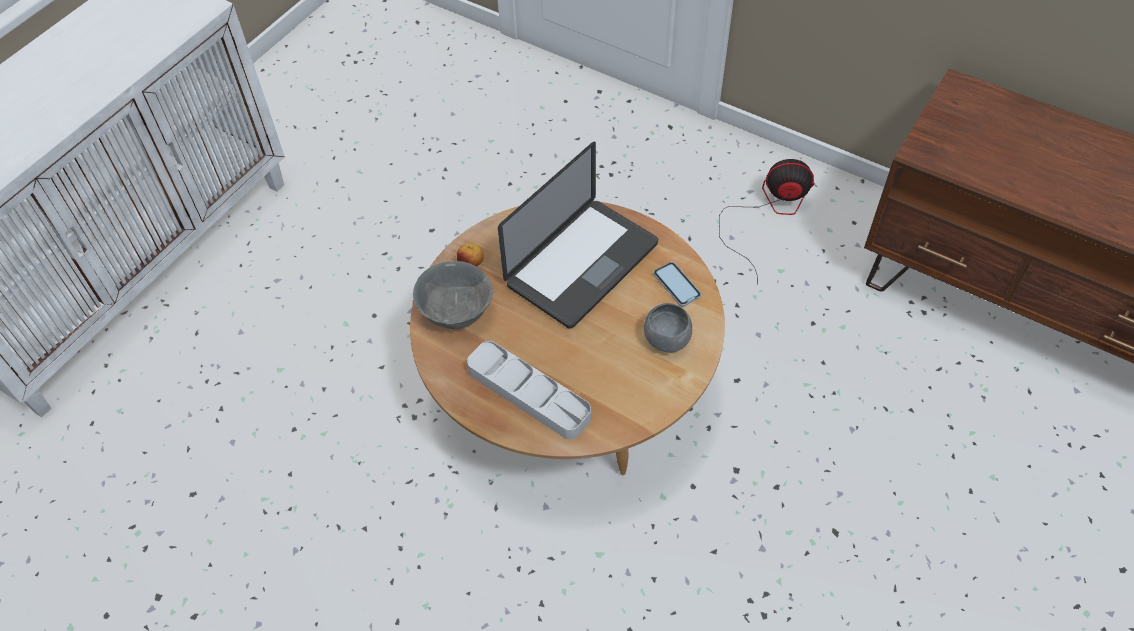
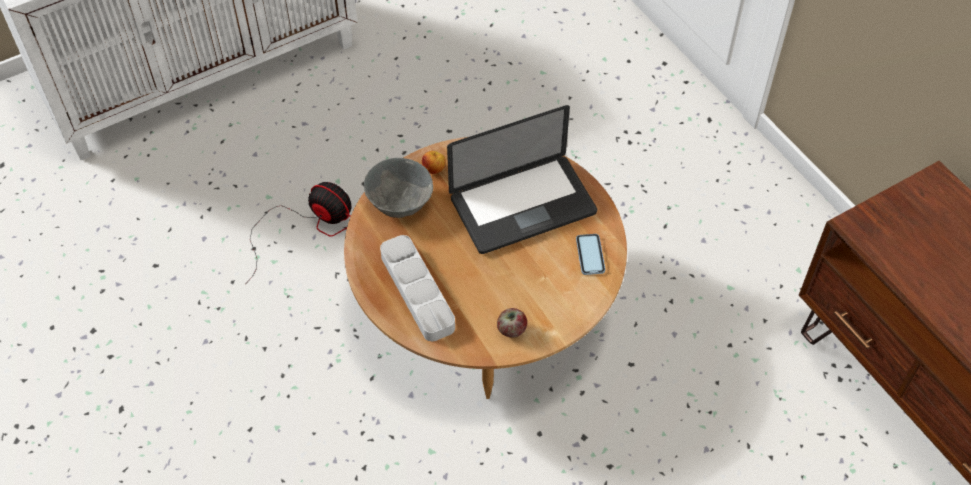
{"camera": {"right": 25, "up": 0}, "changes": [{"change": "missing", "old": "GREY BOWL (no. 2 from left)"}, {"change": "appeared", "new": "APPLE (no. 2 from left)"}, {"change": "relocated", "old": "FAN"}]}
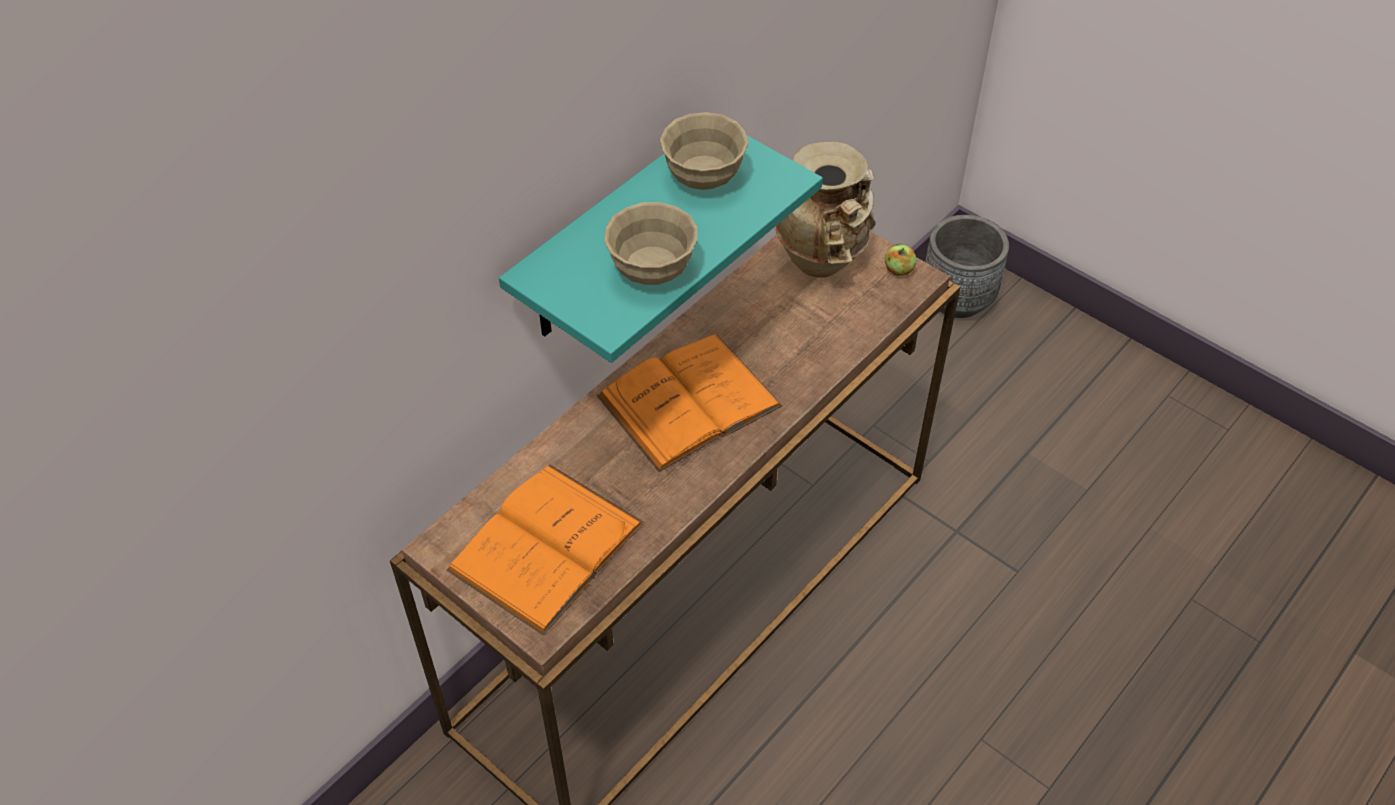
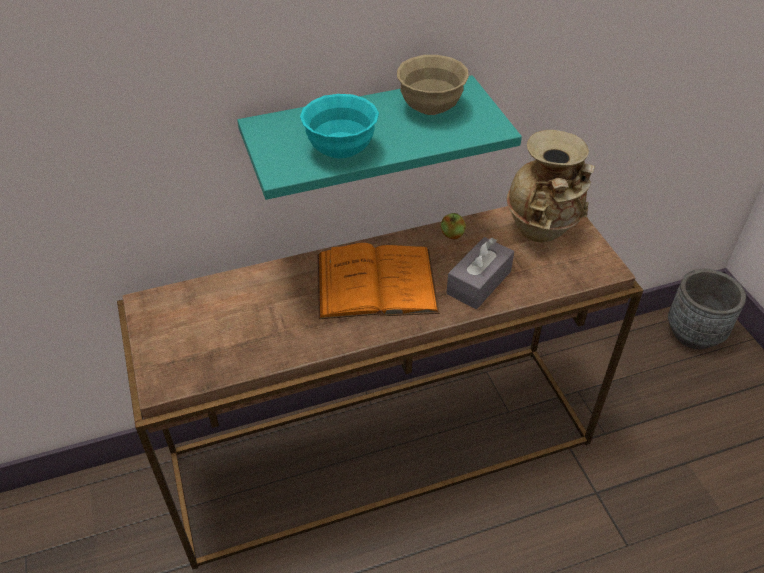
{"camera": {"right": 30, "up": -5}, "changes": [{"change": "missing", "old": "ORANGE BOOK (no. 1 from left)"}, {"change": "appeared", "new": "GREY TISSUE BOX"}, {"change": "relocated", "old": "APPLE"}, {"change": "colour", "old": "BEIGE BOWL (no. 1 from left)", "new": "TURQUOISE BOWL"}]}
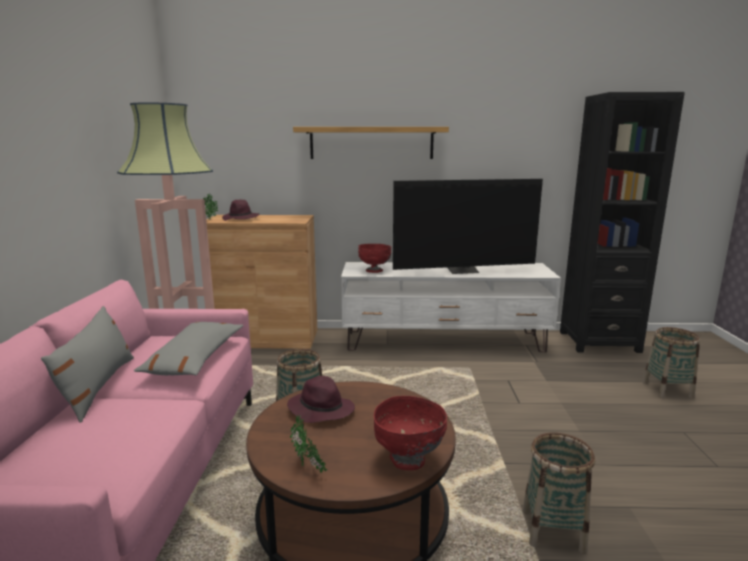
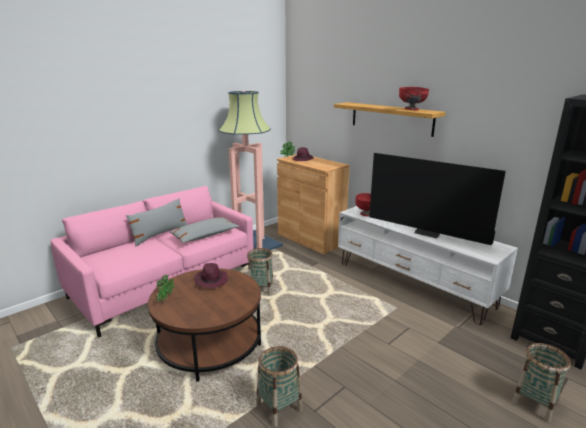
{"camera": {"right": 45, "up": 5}, "changes": [{"change": "relocated", "old": "RED BOWL (no. 2 from left)"}]}
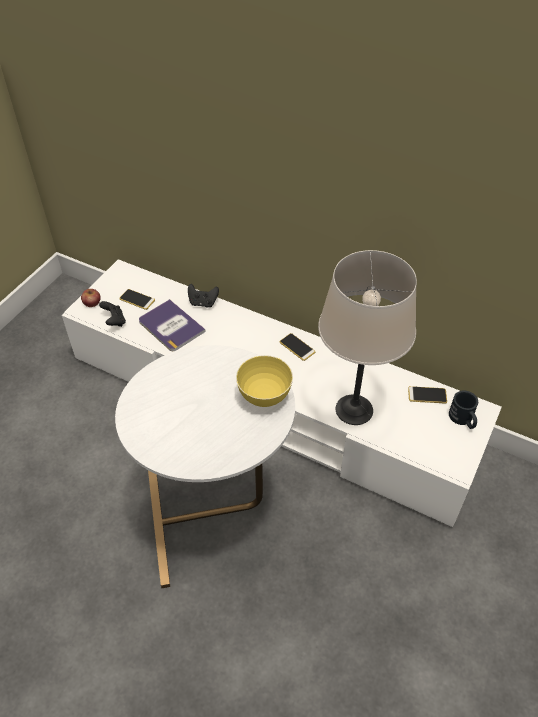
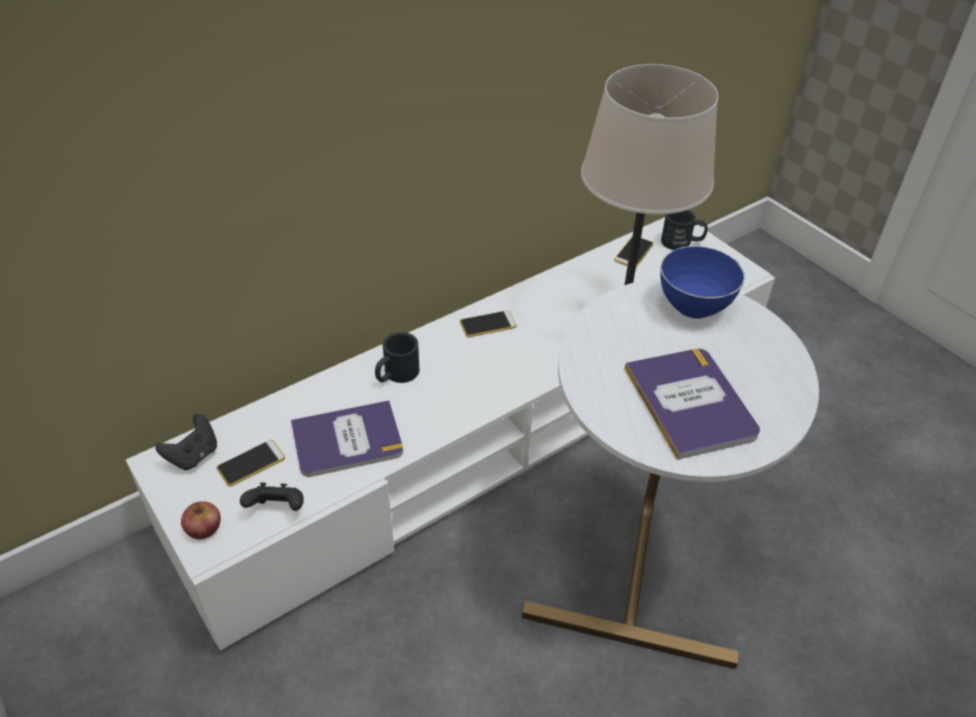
{"camera": {"right": -65, "up": -5}, "changes": [{"change": "appeared", "new": "BLACK MUG (no. 1 from left)"}, {"change": "appeared", "new": "BOOK (no. 2 from left)"}, {"change": "relocated", "old": "BLACK GAME CONTROLLER (no. 2 from left in the first image)", "new": "BLACK GAME CONTROLLER (no. 1 from left)"}, {"change": "colour", "old": "YELLOW BOWL", "new": "BLUE BOWL"}]}
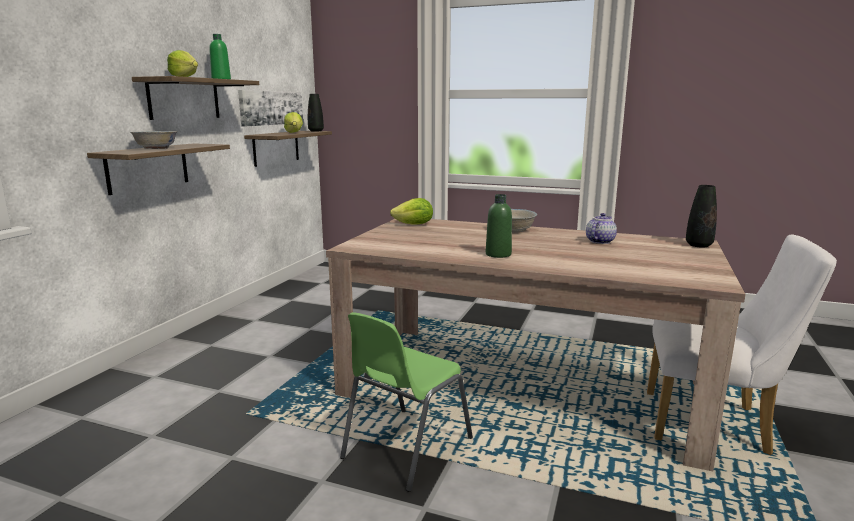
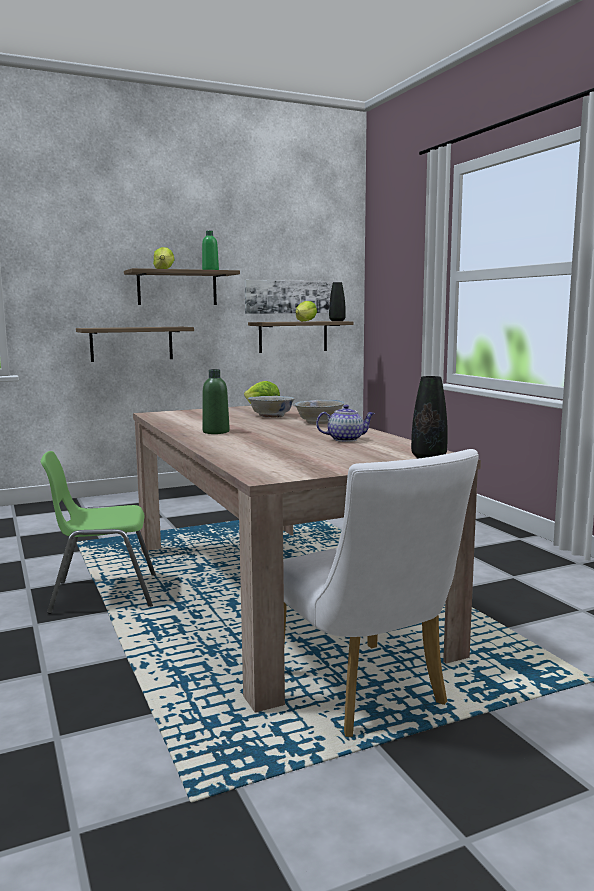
{"camera": {"right": 45, "up": -5}, "changes": [{"change": "relocated", "old": "WHITE BOWL (no. 1 from left)"}]}
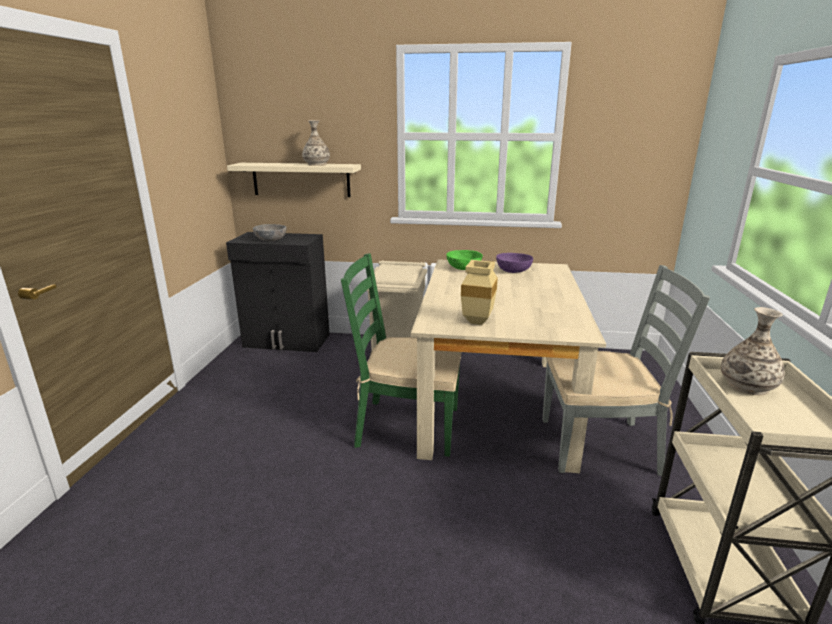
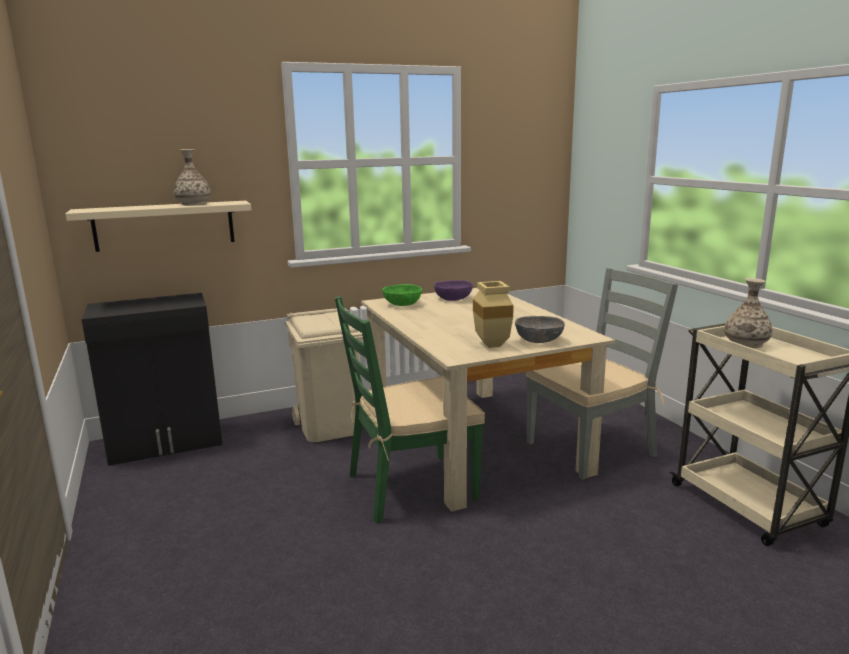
{"camera": {"right": -30, "up": -5}, "changes": [{"change": "relocated", "old": "GREY BOWL"}]}
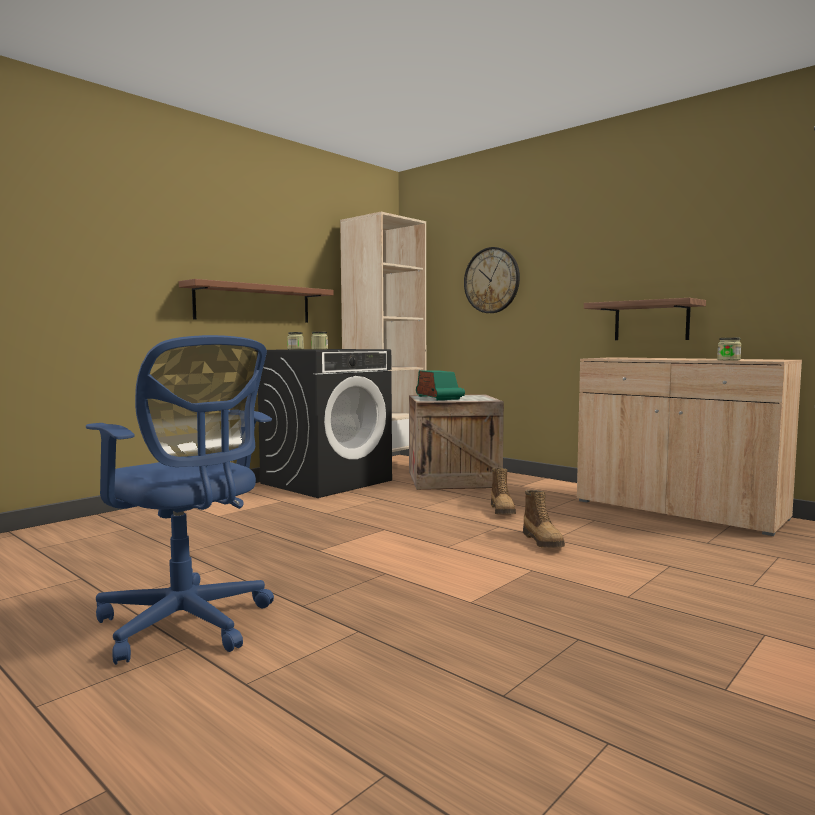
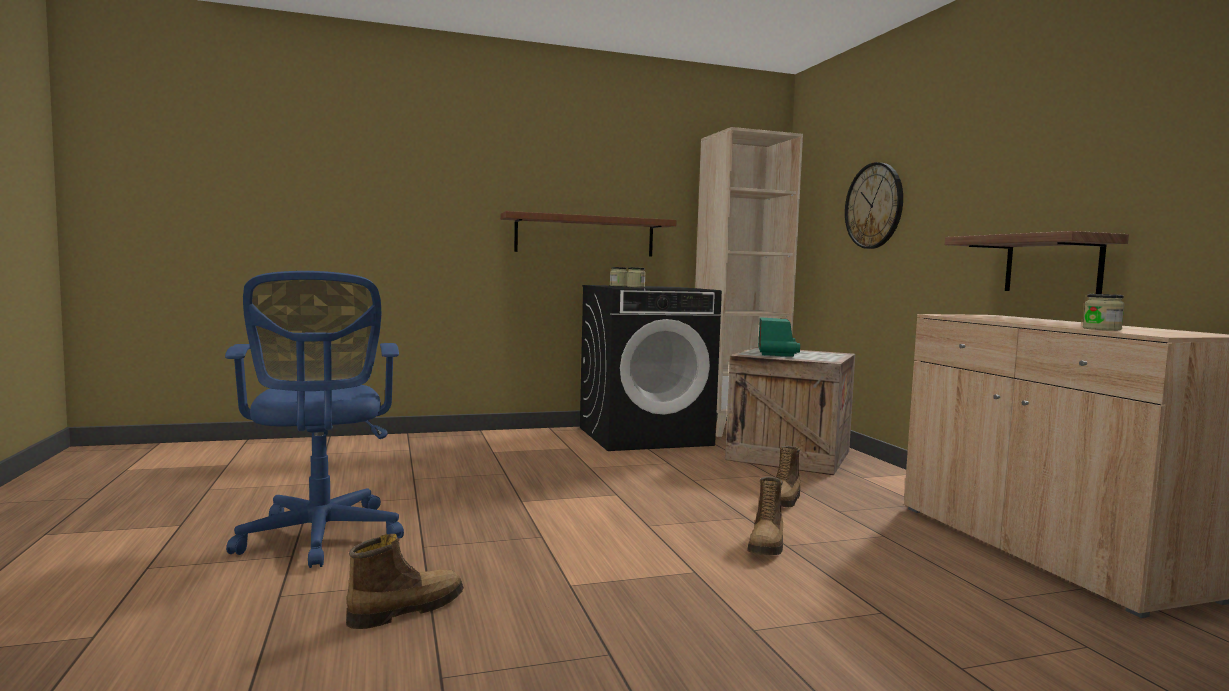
{"camera": {"right": 30, "up": 0}, "changes": [{"change": "appeared", "new": "BOOT (no. 1 from left)"}]}
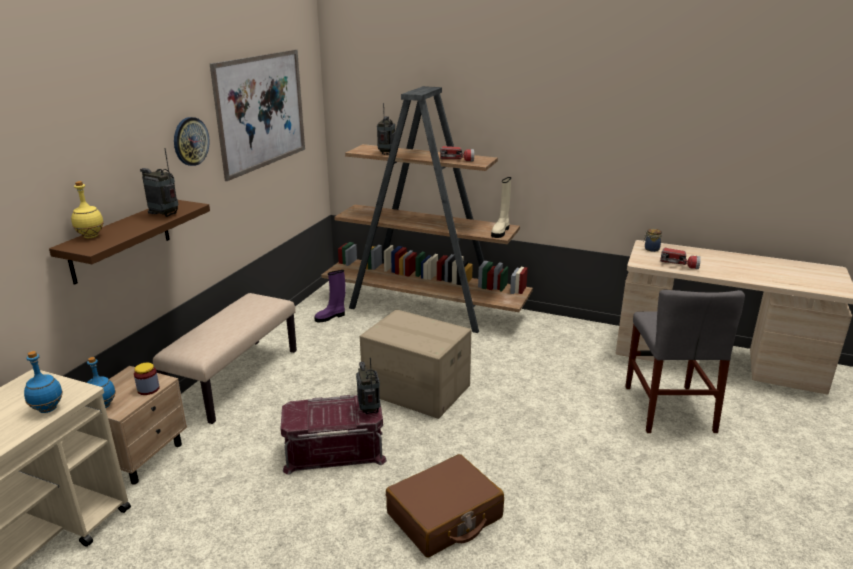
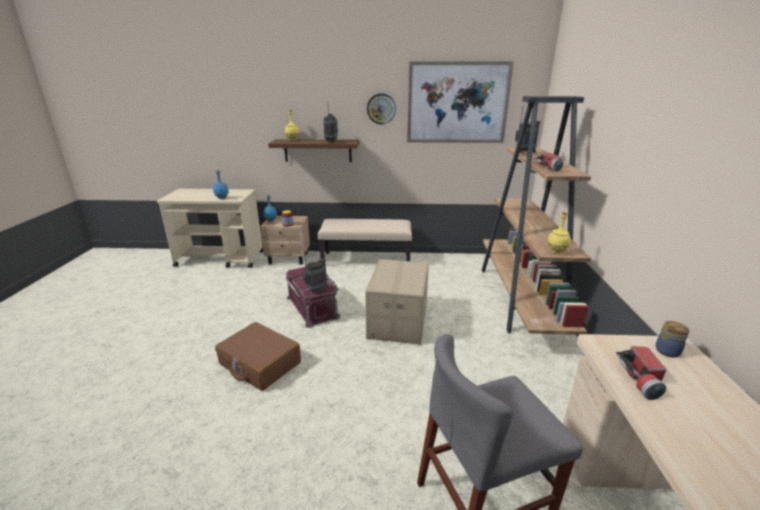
{"camera": {"right": 70, "up": 0}, "changes": [{"change": "missing", "old": "PURPLE BOOT"}, {"change": "exchanged", "old": "BEIGE BOOT", "new": "YELLOW BOTTLE (no. 2 from left)"}]}
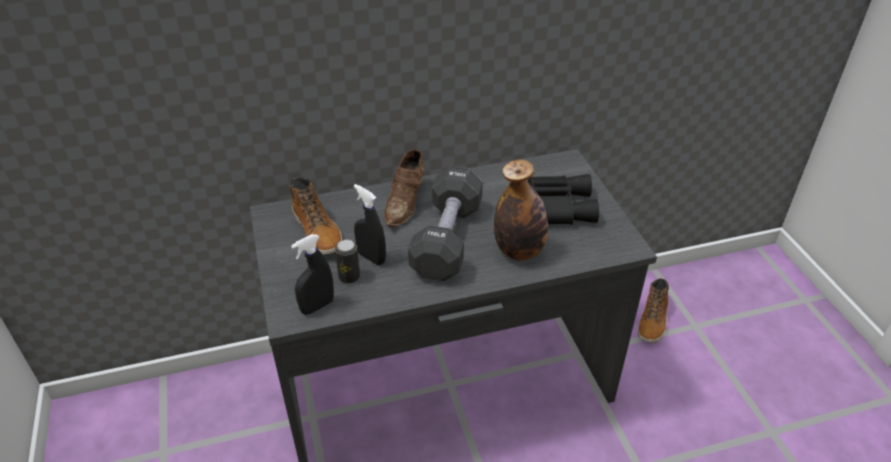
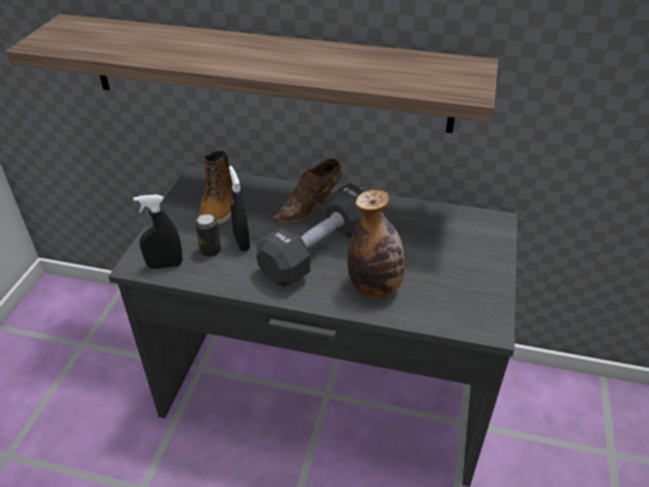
{"camera": {"right": 30, "up": 0}, "changes": [{"change": "missing", "old": "BLACK BINOCULARS"}, {"change": "missing", "old": "BOOT (no. 2 from left)"}, {"change": "appeared", "new": "SHELF"}]}
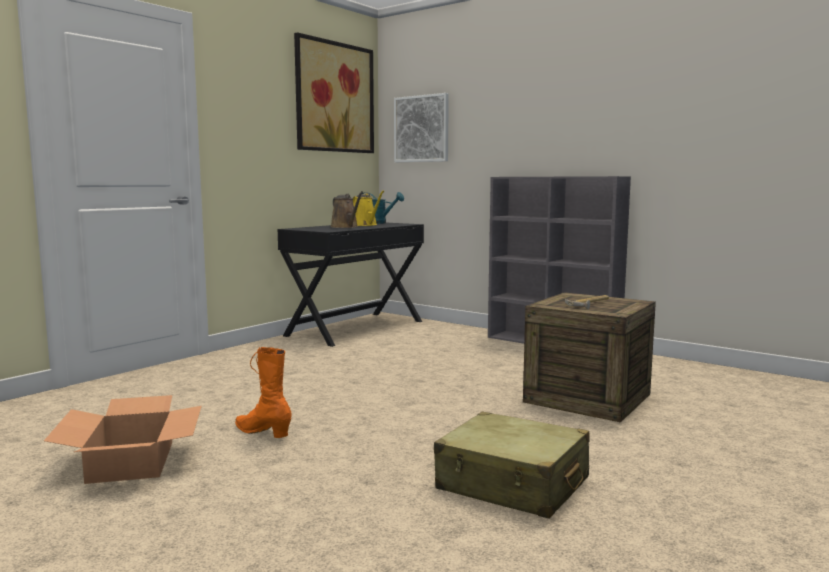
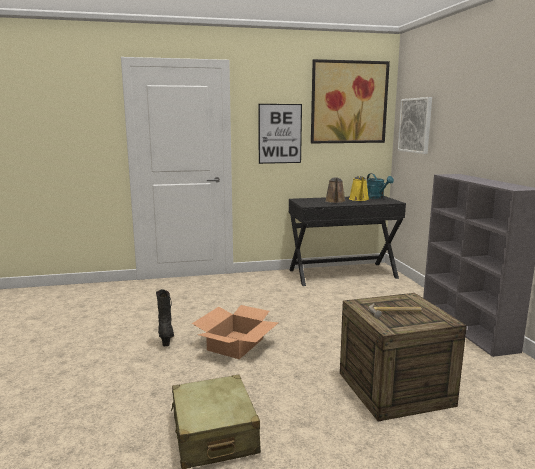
{"camera": {"right": 40, "up": 5}, "changes": [{"change": "appeared", "new": "PICTURE (no. 1 from left)"}, {"change": "relocated", "old": "CARDBOARD BOX"}, {"change": "colour", "old": "ORANGE BOOT", "new": "BLACK BOOT"}]}
